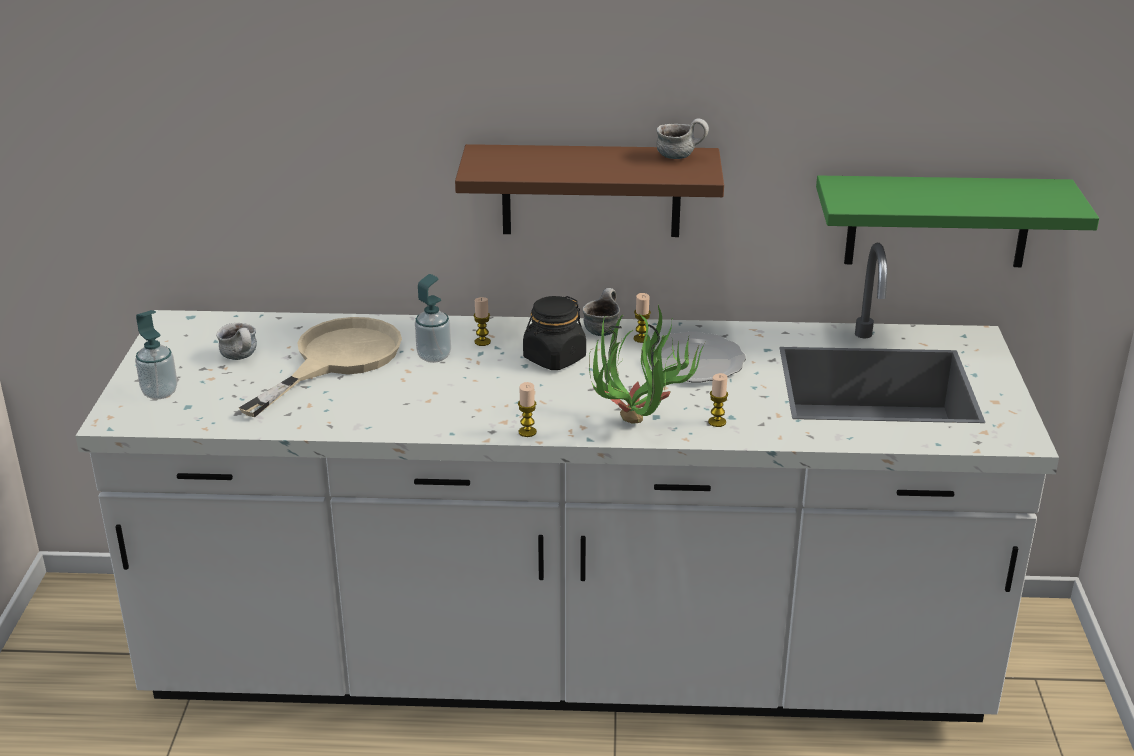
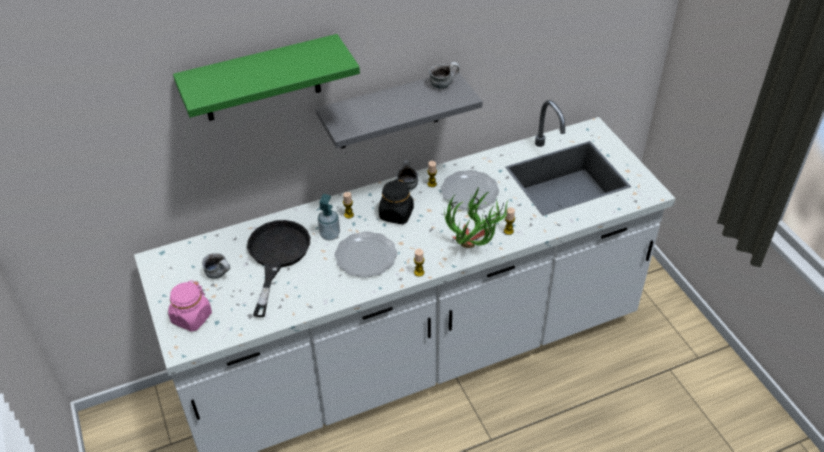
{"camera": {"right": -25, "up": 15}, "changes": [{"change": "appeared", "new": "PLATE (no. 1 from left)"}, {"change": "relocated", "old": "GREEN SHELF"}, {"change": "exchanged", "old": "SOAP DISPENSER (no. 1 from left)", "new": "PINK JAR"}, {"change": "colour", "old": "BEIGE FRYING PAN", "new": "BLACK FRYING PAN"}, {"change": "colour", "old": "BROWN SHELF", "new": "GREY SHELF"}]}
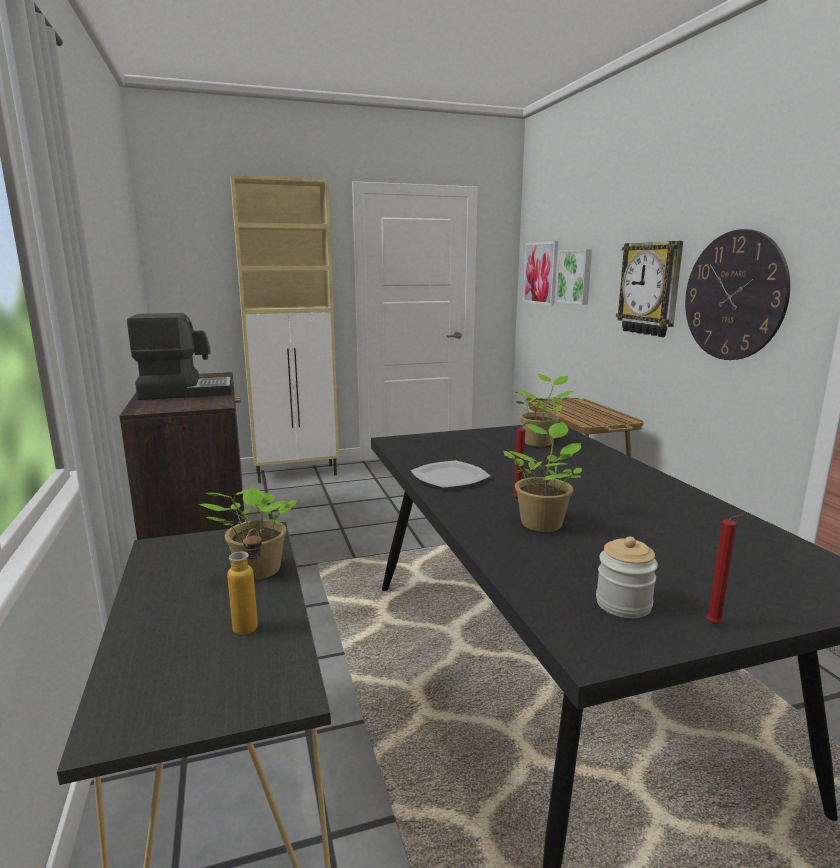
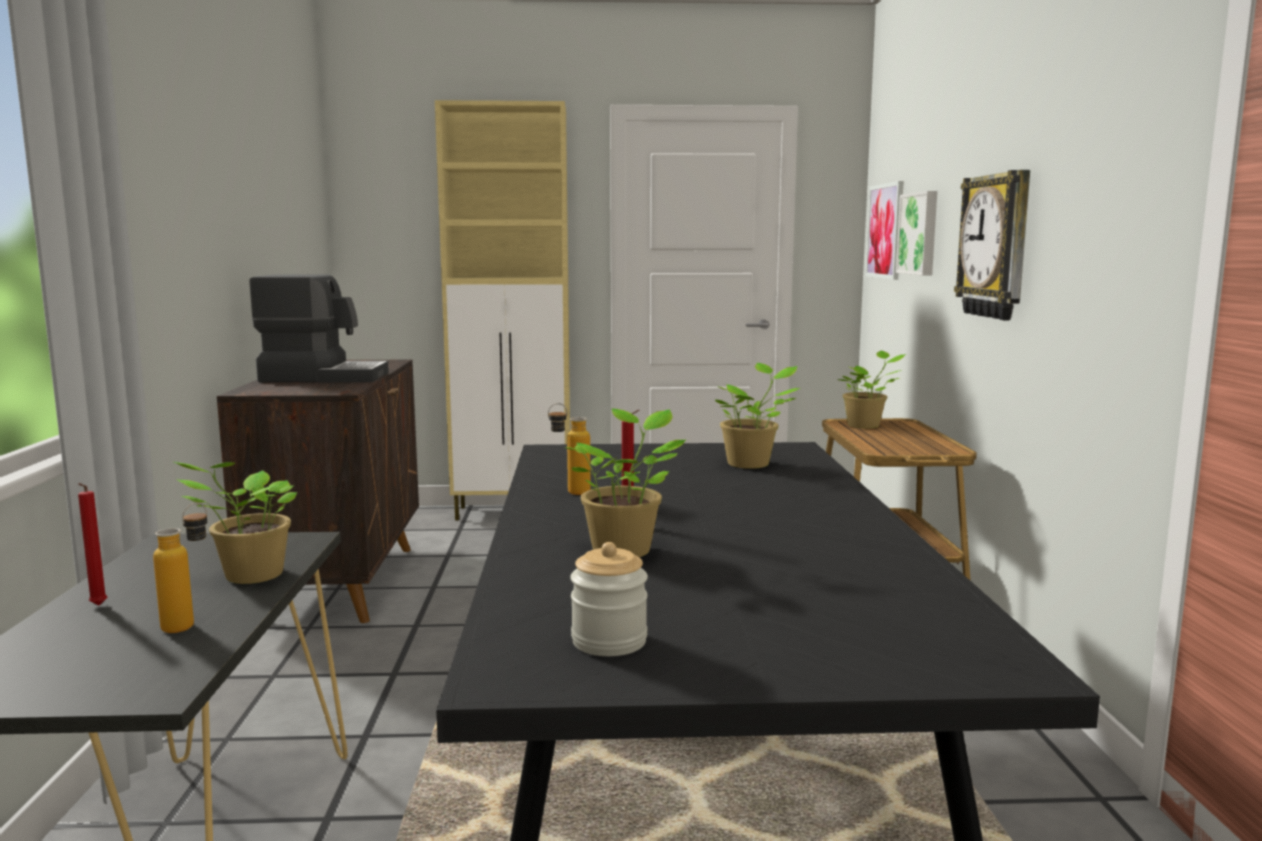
{"camera": {"right": 15, "up": -5}, "changes": [{"change": "missing", "old": "WALL CLOCK (no. 2 from left)"}, {"change": "appeared", "new": "POTTED PLANT (no. 4 from left)"}, {"change": "relocated", "old": "RED CANDLE (no. 2 from left in the first image)", "new": "RED CANDLE (no. 1 from left)"}, {"change": "exchanged", "old": "PLATE", "new": "BOTTLE (no. 2 from left)"}]}
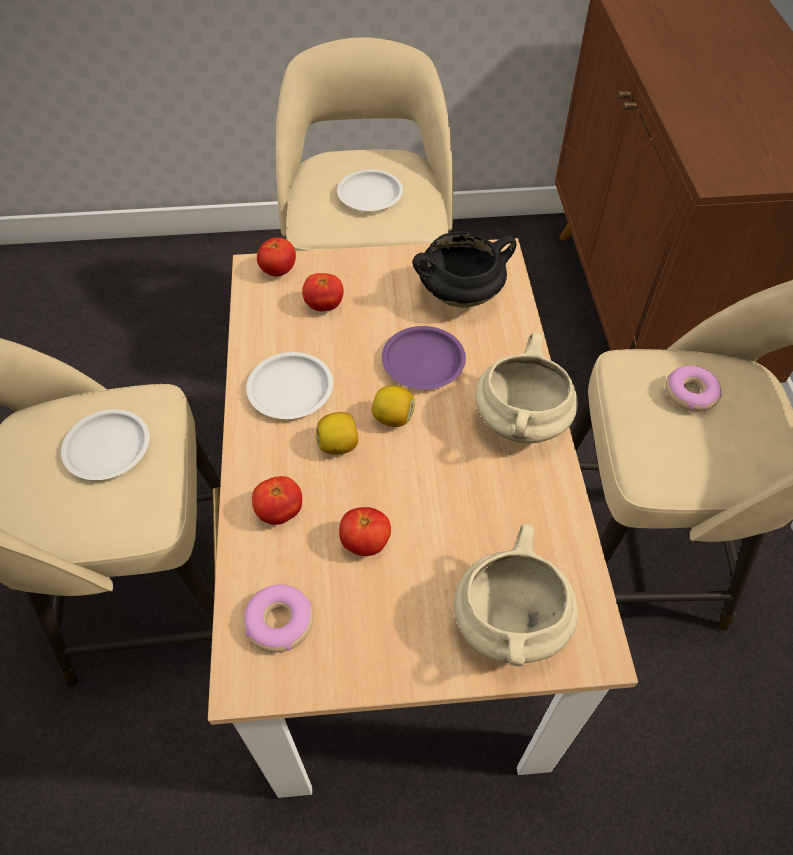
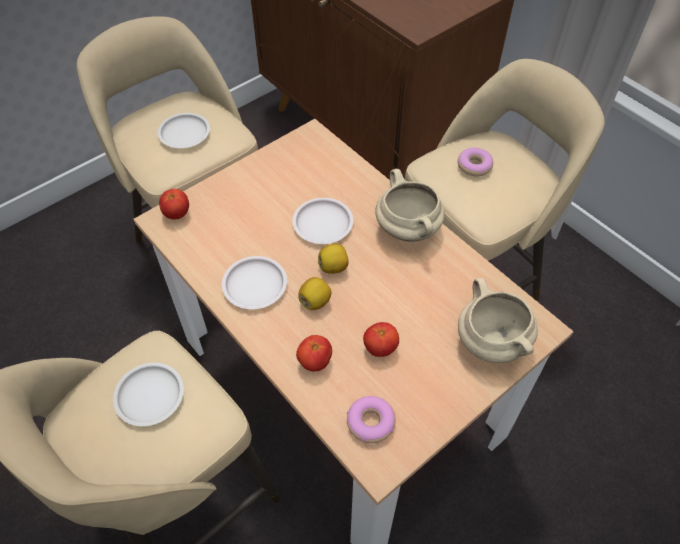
{"camera": {"right": -35, "up": 0}, "changes": [{"change": "missing", "old": "TOMATO (no. 3 from left)"}, {"change": "missing", "old": "BLACK COOKING POT"}, {"change": "colour", "old": "PURPLE PLATE", "new": "WHITE PLATE (no. 4 from left)"}]}
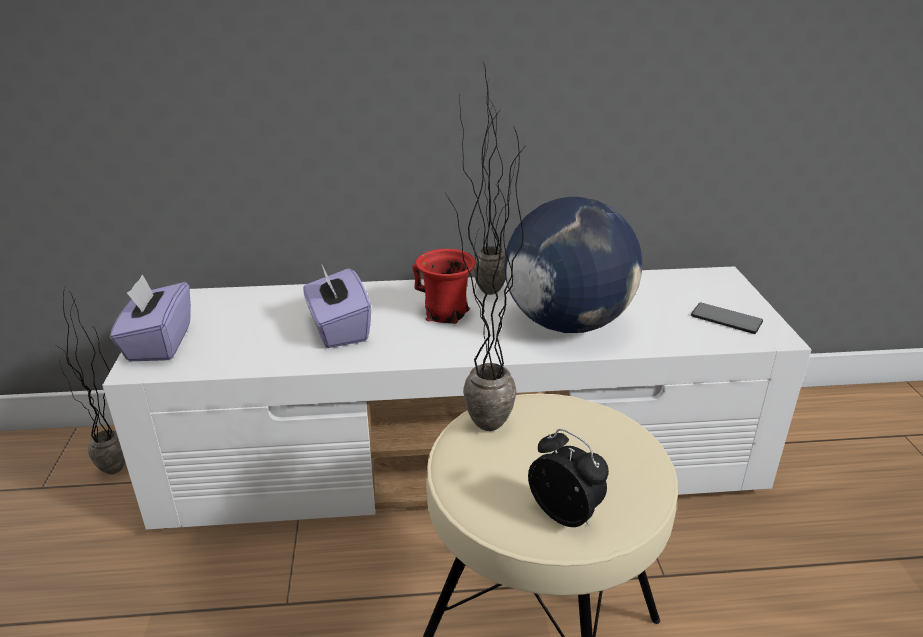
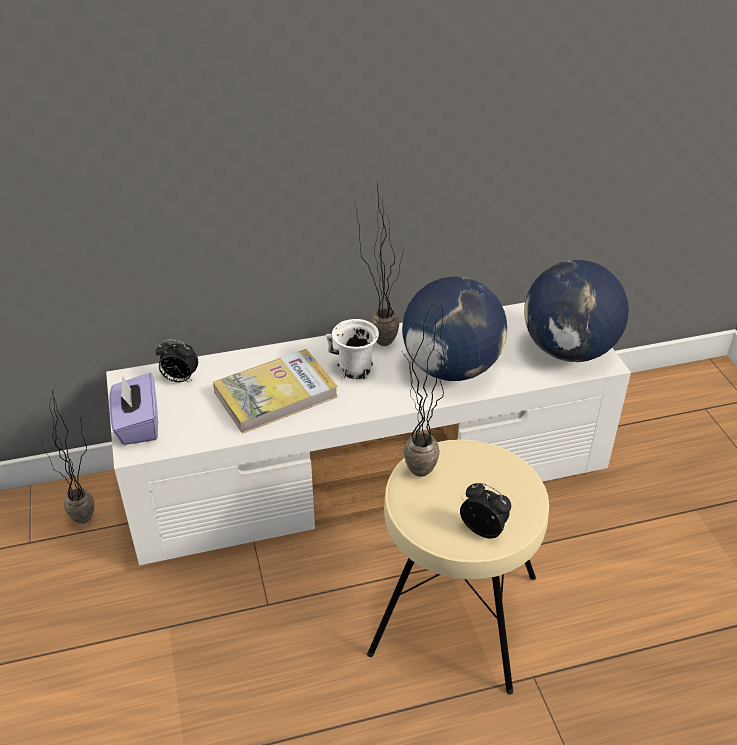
{"camera": {"right": -10, "up": 10}, "changes": [{"change": "appeared", "new": "ALARM CLOCK (no. 1 from left)"}, {"change": "exchanged", "old": "PURPLE TISSUE BOX (no. 2 from left)", "new": "BOOK"}, {"change": "exchanged", "old": "PHONE", "new": "GLOBE (no. 2 from left)"}, {"change": "colour", "old": "RED MUG", "new": "WHITE MUG"}]}
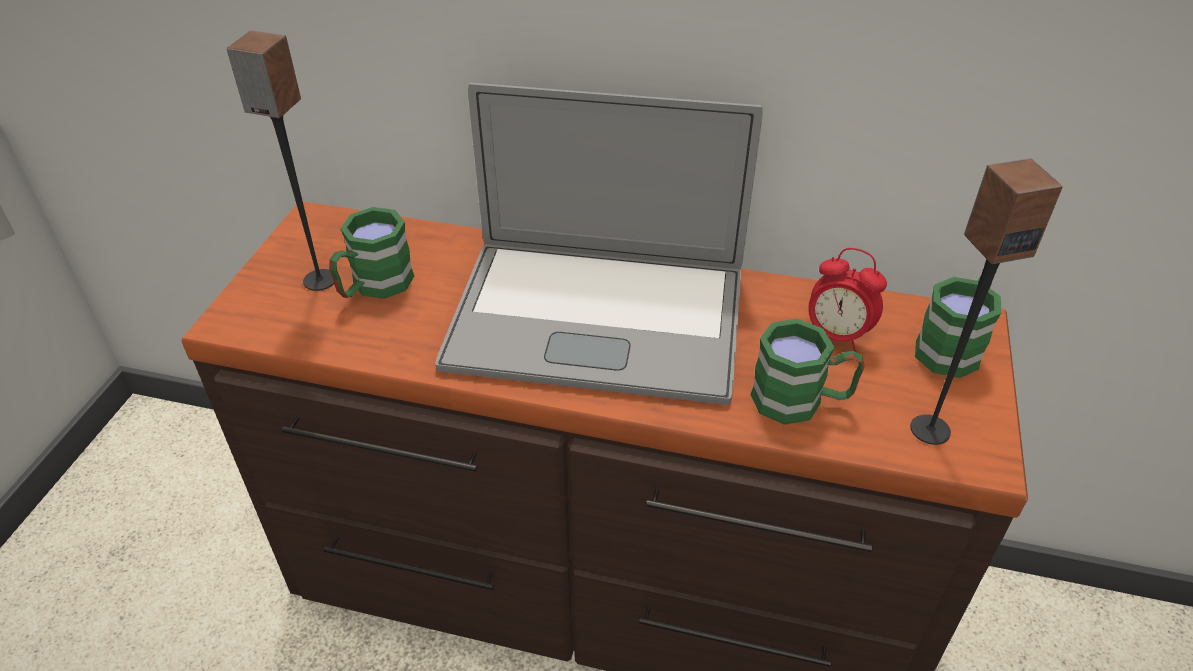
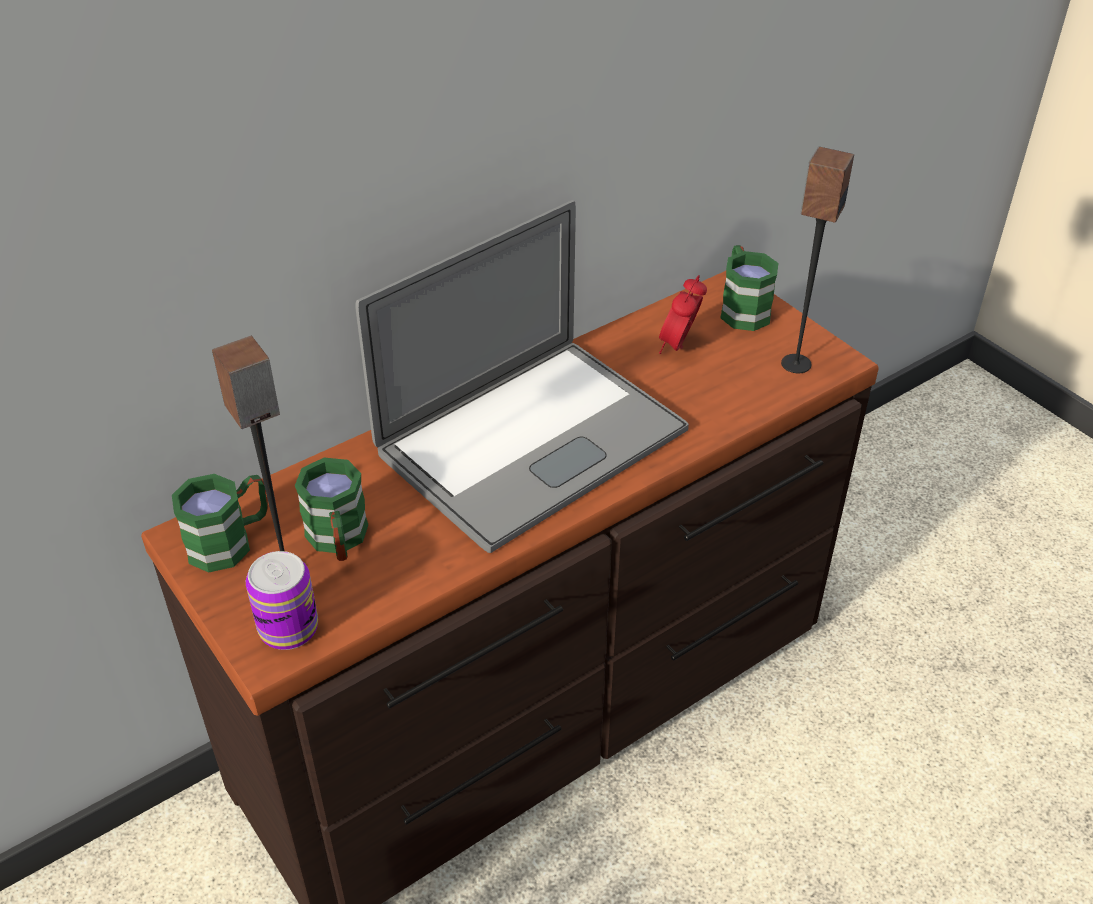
{"camera": {"right": -50, "up": 0}, "changes": [{"change": "appeared", "new": "CAN"}, {"change": "relocated", "old": "GREEN MUG (no. 2 from left in the first image)", "new": "GREEN MUG (no. 1 from left)"}, {"change": "spun", "old": "ALARM CLOCK", "degrees": 135}]}
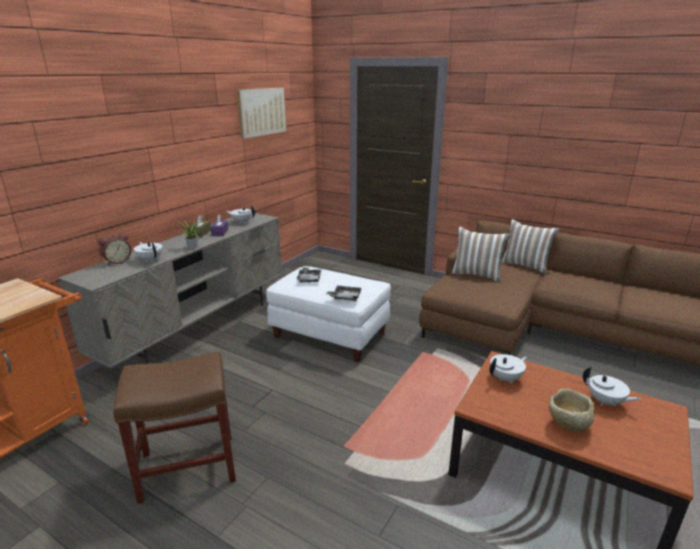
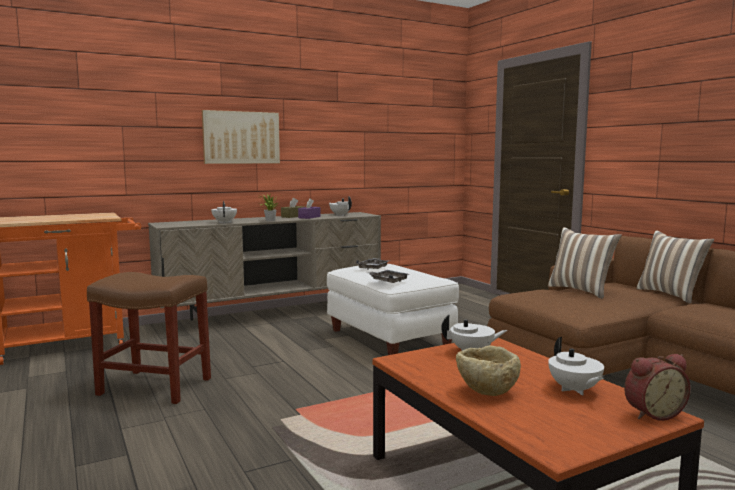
{"camera": {"right": 30, "up": -15}, "changes": [{"change": "relocated", "old": "ALARM CLOCK"}, {"change": "relocated", "old": "PICTURE"}]}
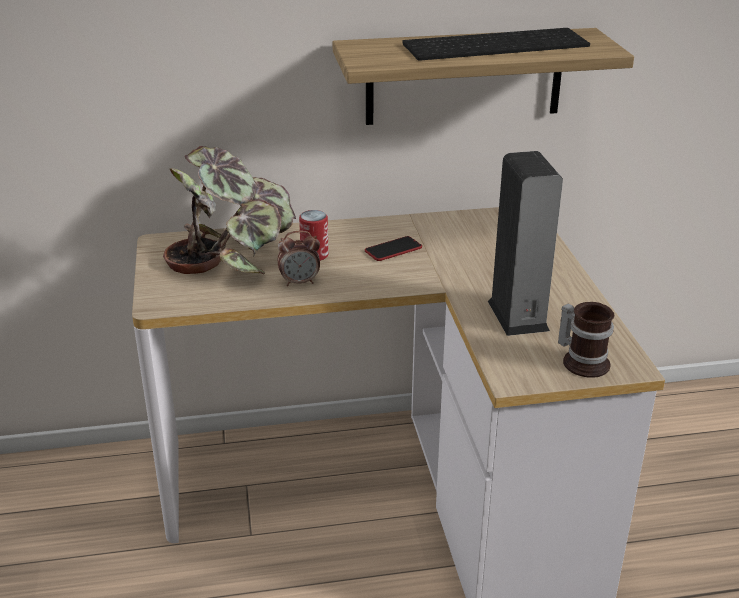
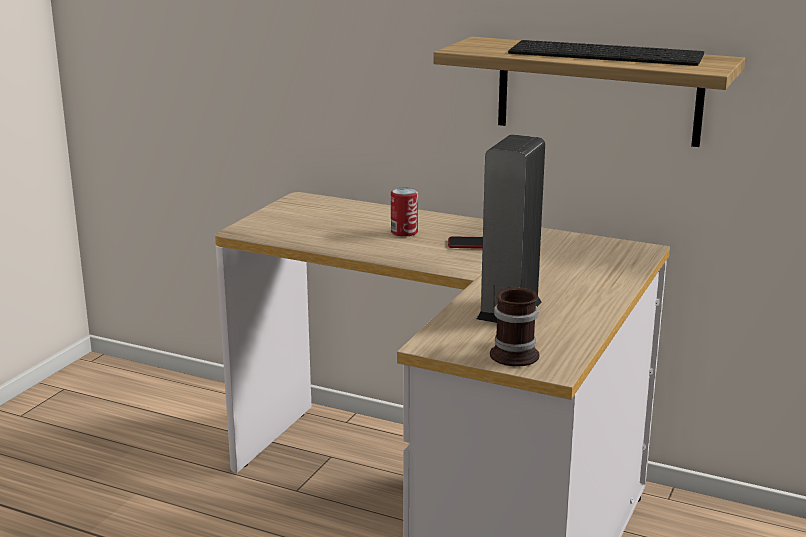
{"camera": {"right": 35, "up": -10}, "changes": [{"change": "missing", "old": "POTTED PLANT"}, {"change": "missing", "old": "ALARM CLOCK"}]}
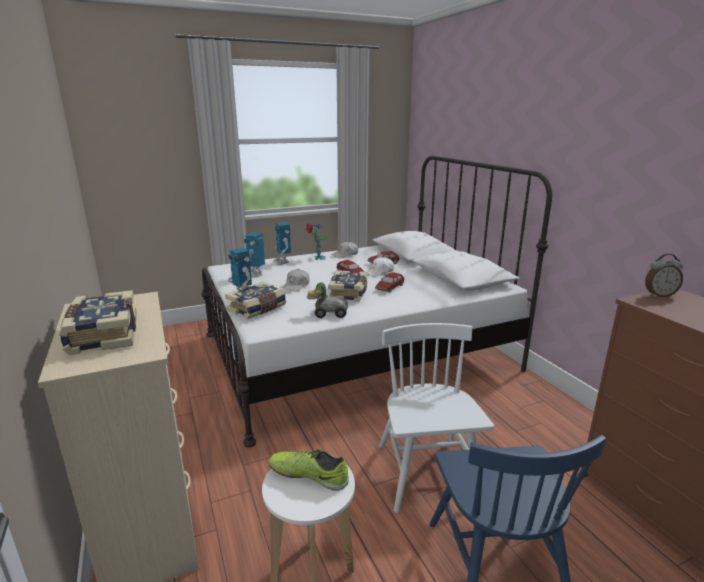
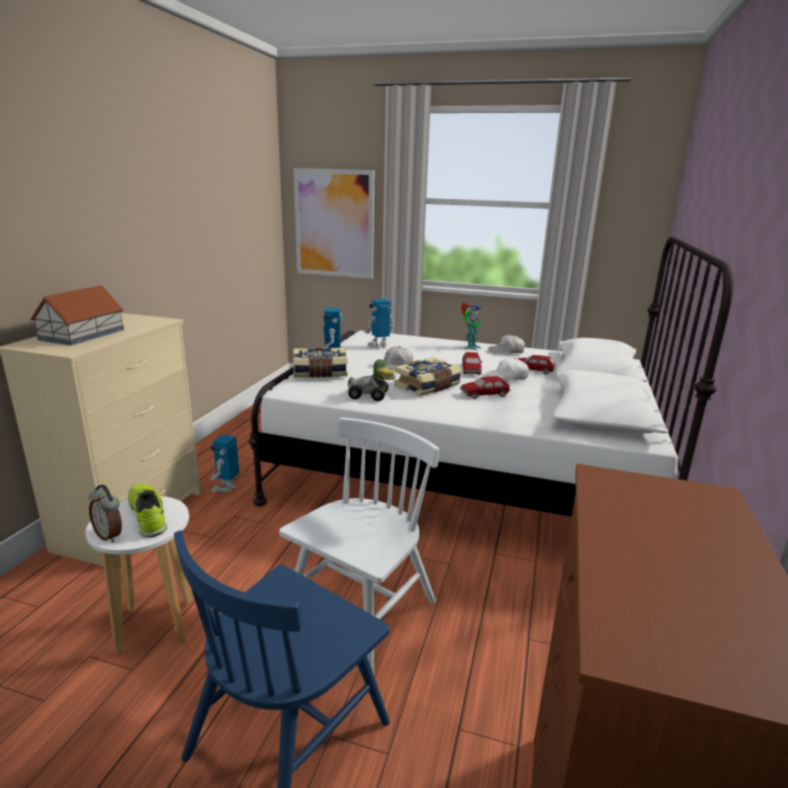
{"camera": {"right": 40, "up": 0}, "changes": [{"change": "appeared", "new": "PICTURE"}, {"change": "relocated", "old": "TOY ROBOT (no. 3 from left in the first image)", "new": "TOY ROBOT (no. 1 from left)"}, {"change": "relocated", "old": "ALARM CLOCK"}, {"change": "exchanged", "old": "BOOK (no. 1 from left)", "new": "TOY HOUSE"}, {"change": "spun", "old": "TOY CAR (no. 1 from left)", "degrees": 150}]}
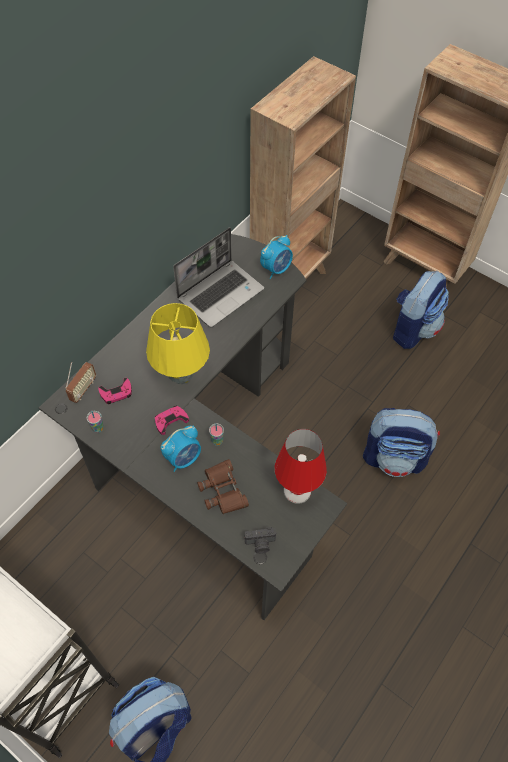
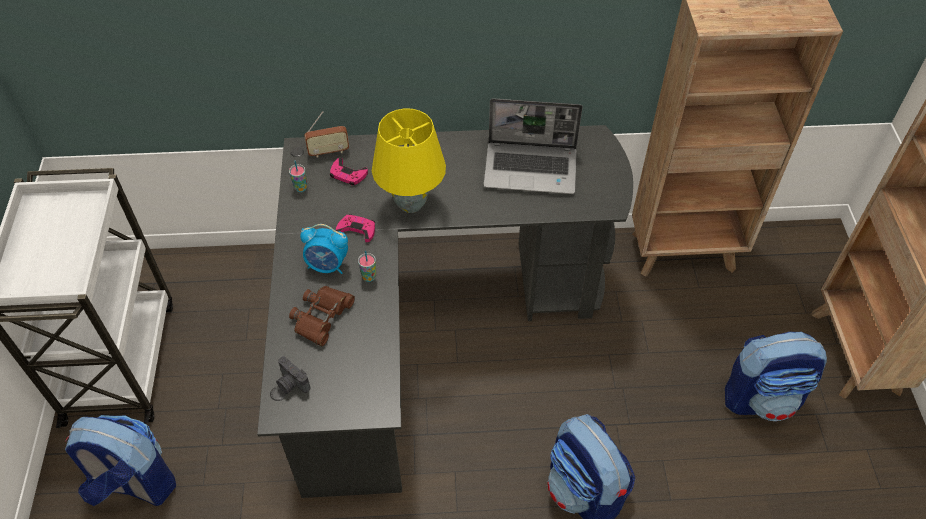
{"camera": {"right": 50, "up": -5}, "changes": [{"change": "missing", "old": "ALARM CLOCK (no. 2 from left)"}, {"change": "missing", "old": "RED TABLE LAMP"}]}
